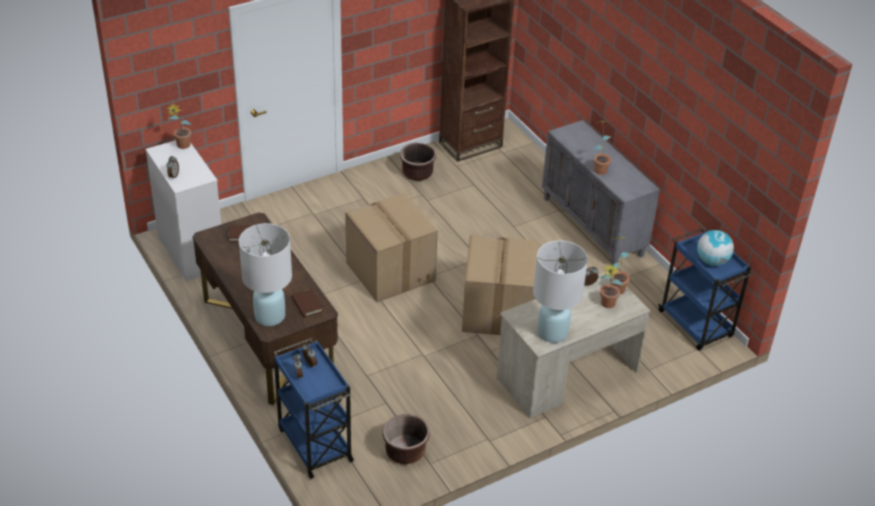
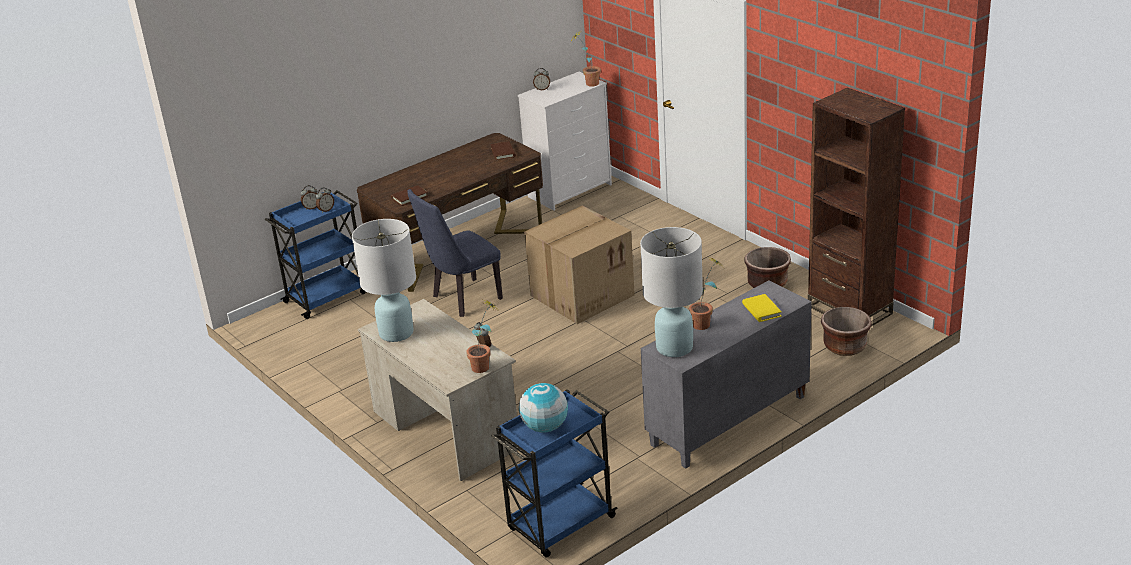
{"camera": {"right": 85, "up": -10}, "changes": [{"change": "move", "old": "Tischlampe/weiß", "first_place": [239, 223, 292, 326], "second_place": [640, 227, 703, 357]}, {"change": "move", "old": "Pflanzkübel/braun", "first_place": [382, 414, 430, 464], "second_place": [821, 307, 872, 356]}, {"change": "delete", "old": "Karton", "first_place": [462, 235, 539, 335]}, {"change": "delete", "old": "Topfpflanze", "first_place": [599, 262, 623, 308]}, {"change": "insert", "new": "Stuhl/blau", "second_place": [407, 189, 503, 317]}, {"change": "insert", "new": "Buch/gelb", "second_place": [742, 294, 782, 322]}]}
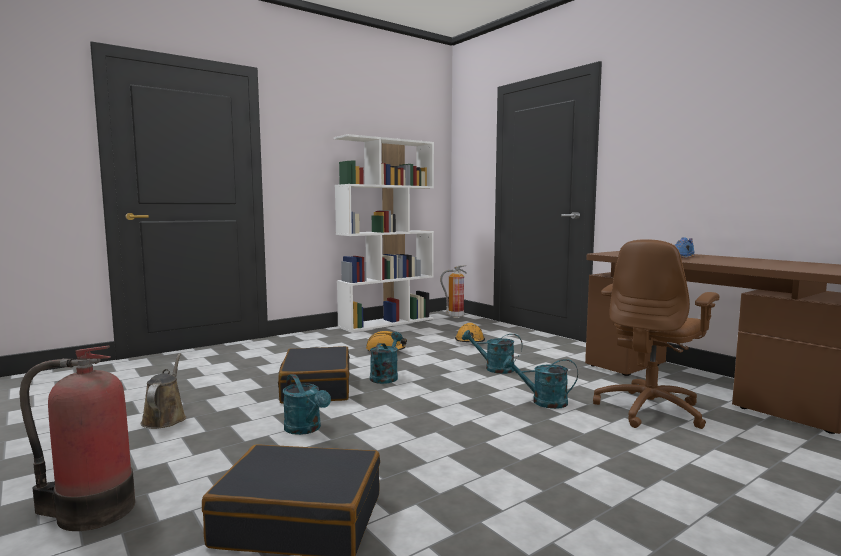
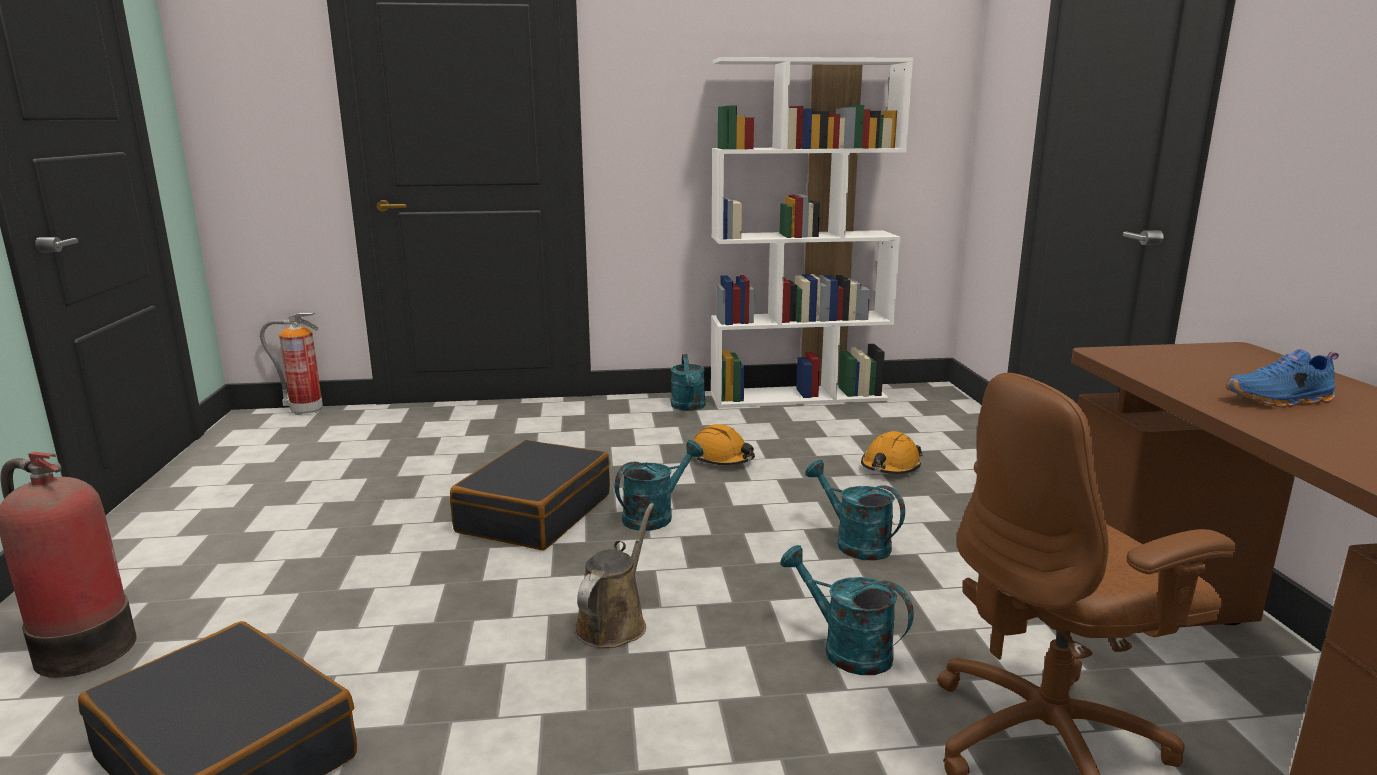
{"camera": {"right": 30, "up": 10}, "changes": [{"change": "move", "old": "Gießkanne/braun", "first_place": [141, 353, 186, 429], "second_place": [574, 503, 654, 648]}, {"change": "move", "old": "Gießkanne/türkis", "first_place": [283, 374, 331, 435], "second_place": [671, 354, 706, 411]}, {"change": "move", "old": "Feuerlöscher", "first_place": [440, 265, 467, 318], "second_place": [260, 313, 323, 415]}]}
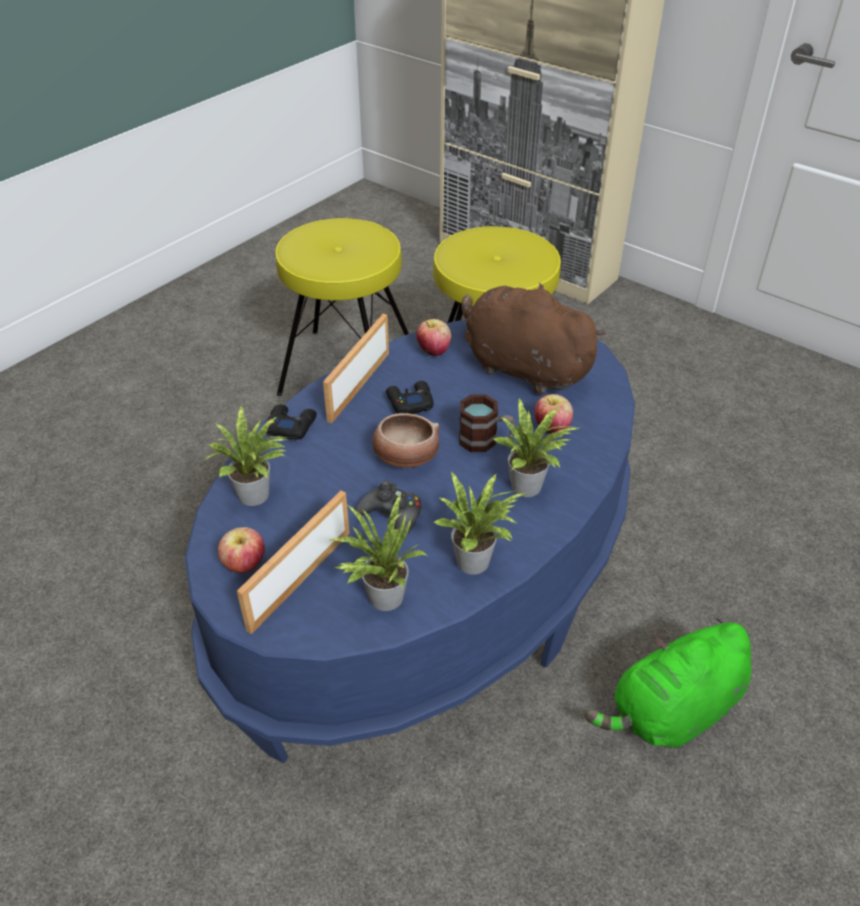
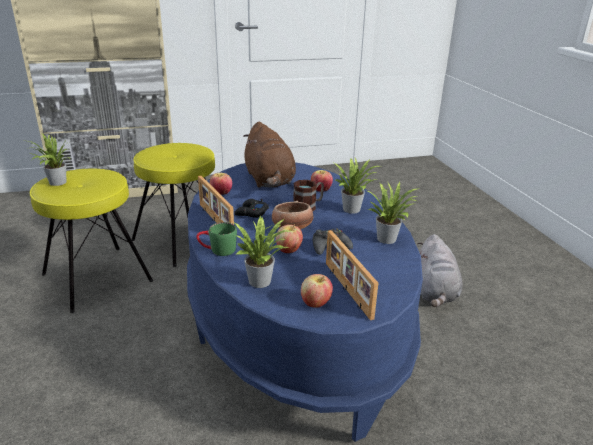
{"camera": {"right": -55, "up": -15}, "changes": [{"change": "replace", "old": "Gamepad/schwarz", "new": "Henkelbecher/grün", "first_place": [267, 404, 317, 440], "second_place": [196, 222, 237, 256]}, {"change": "move", "old": "Topfpflanze", "first_place": [330, 494, 427, 611], "second_place": [29, 134, 69, 186]}, {"change": "rotate", "old": "Plüschtier/braun", "first_place": [462, 283, 606, 395], "second_place": [243, 122, 296, 188], "degrees": -90}, {"change": "recolor", "old": "Plüschtier/grün", "new": "Plüschtier/grau", "first_place": [585, 619, 751, 748], "second_place": [417, 234, 463, 307]}, {"change": "insert", "new": "Apfel", "second_place": [276, 224, 303, 253]}]}
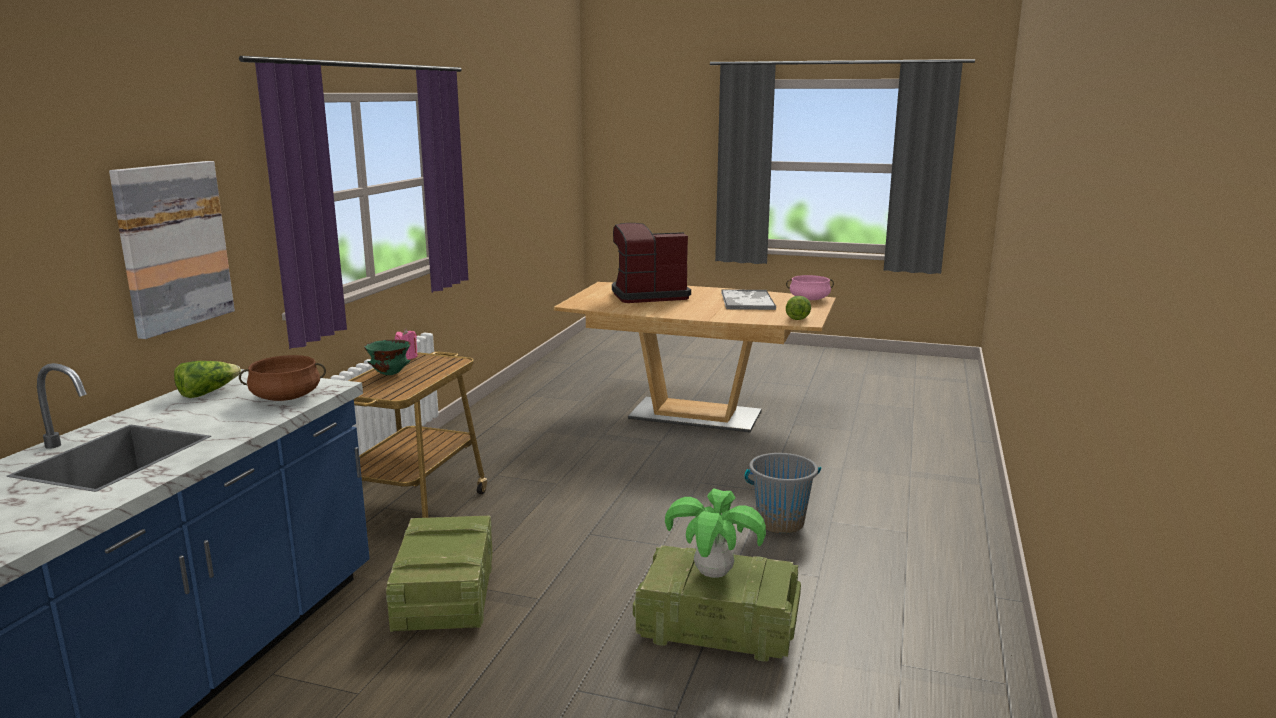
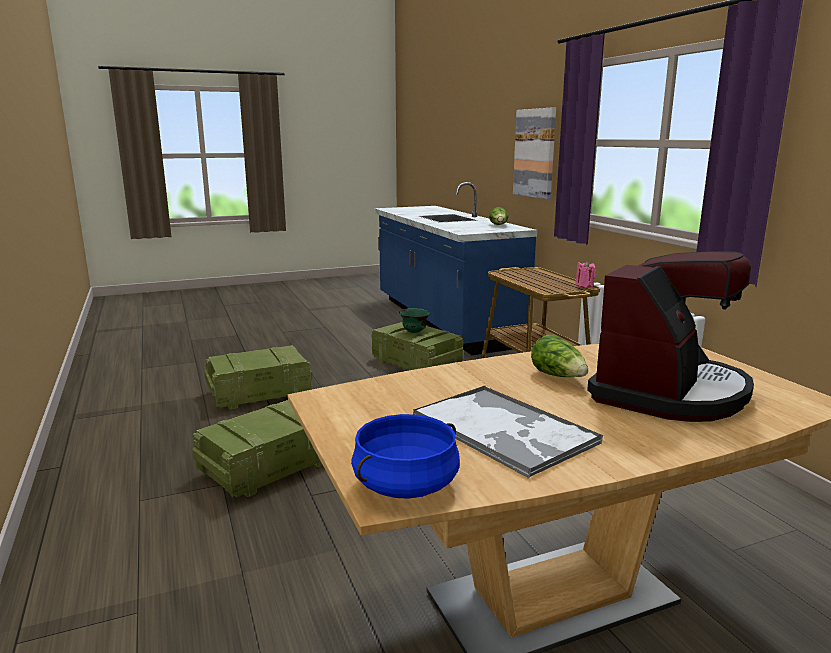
{"camera": {"right": 140, "up": 0}, "changes": [{"change": "delete", "old": "Kochtopf/braun", "first_place": [239, 355, 326, 401]}, {"change": "move", "old": "Schüssel/grün", "first_place": [364, 340, 411, 375], "second_place": [399, 308, 430, 333]}, {"change": "delete", "old": "Topfpflanze", "first_place": [665, 489, 766, 578]}, {"change": "replace", "old": "Eimer/grau", "new": "Kiste", "first_place": [745, 453, 821, 533], "second_place": [193, 400, 322, 497]}, {"change": "recolor", "old": "Kochtopf/rosa", "new": "Kochtopf/blau", "first_place": [786, 275, 834, 300], "second_place": [351, 414, 460, 499]}, {"change": "move", "old": "Salatkopf", "first_place": [786, 296, 811, 320], "second_place": [531, 334, 588, 377]}]}
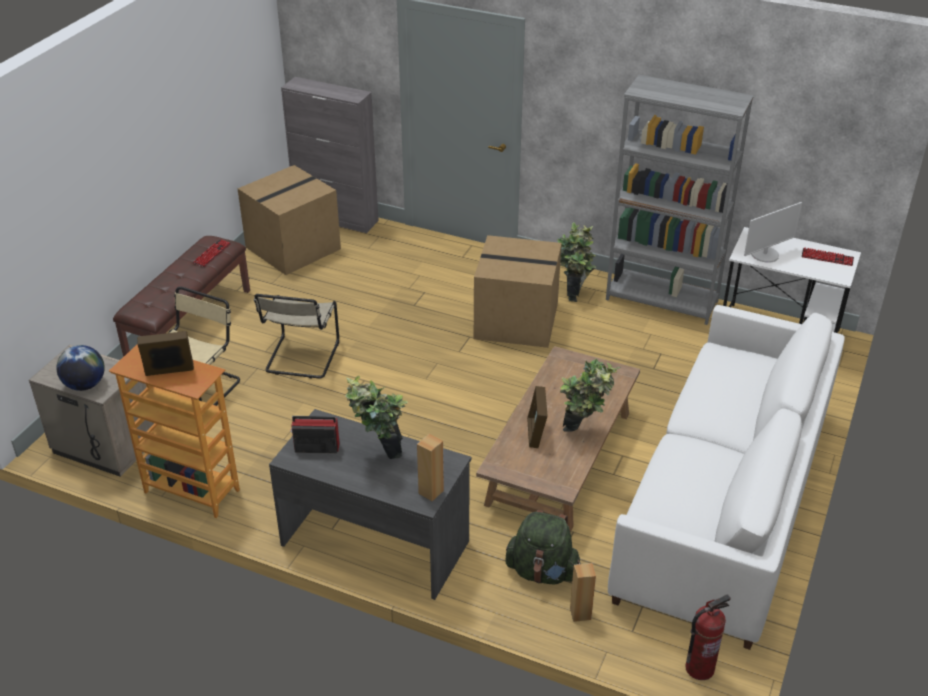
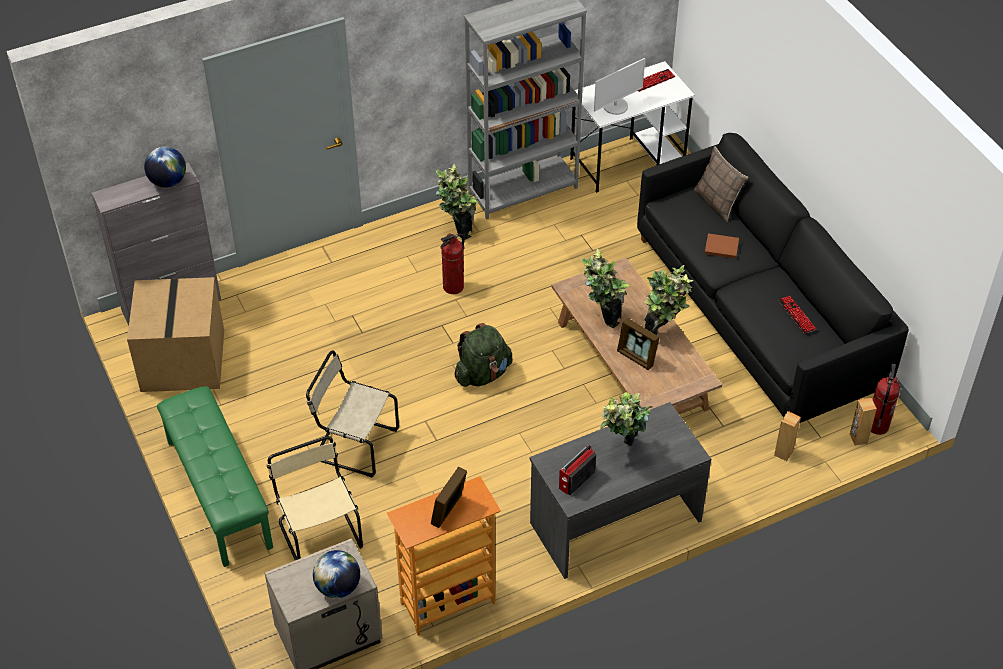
{"camera": {"right": -50, "up": 10}, "changes": [{"change": "recolor", "old": "Bank/braun", "new": "Bank/grün", "first_place": [113, 236, 250, 357], "second_place": [157, 386, 273, 567]}, {"change": "move", "old": "Tastatur", "first_place": [193, 239, 231, 267], "second_place": [778, 296, 817, 333]}, {"change": "rotate", "old": "Stuhl/beige", "first_place": [254, 294, 339, 379], "second_place": [306, 350, 399, 477], "degrees": 150}, {"change": "move", "old": "Lautsprecher/braun", "first_place": [417, 434, 444, 501], "second_place": [850, 398, 877, 446]}, {"change": "replace", "old": "Karton", "new": "Feuerlöscher", "first_place": [474, 235, 562, 348], "second_place": [440, 233, 465, 294]}, {"change": "move", "old": "Rucksack/grün", "first_place": [505, 510, 580, 585], "second_place": [454, 323, 513, 387]}, {"change": "recolor", "old": "Sofa/weiß", "new": "Sofa/schwarz", "first_place": [608, 305, 845, 650], "second_place": [637, 133, 909, 423]}, {"change": "rotate", "old": "Monitor", "first_place": [744, 202, 802, 263], "second_place": [594, 58, 645, 115], "degrees": 45}, {"change": "insert", "new": "Globus", "second_place": [144, 146, 186, 188]}, {"change": "insert", "new": "Topfpflanze", "second_place": [581, 248, 629, 328]}, {"change": "insert", "new": "Kissen", "second_place": [694, 146, 748, 222]}, {"change": "insert", "new": "Buch/braun", "second_place": [705, 233, 739, 259]}]}
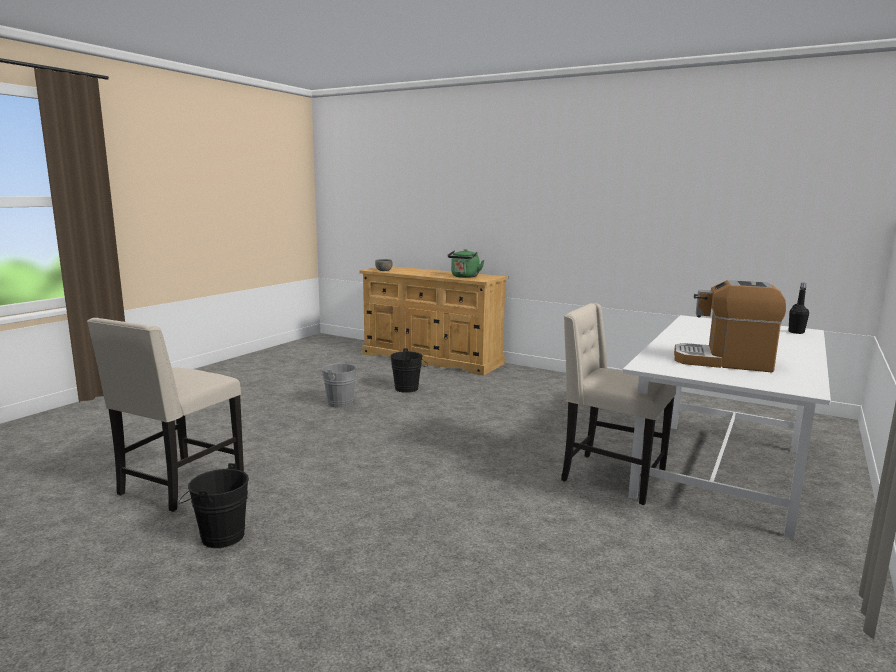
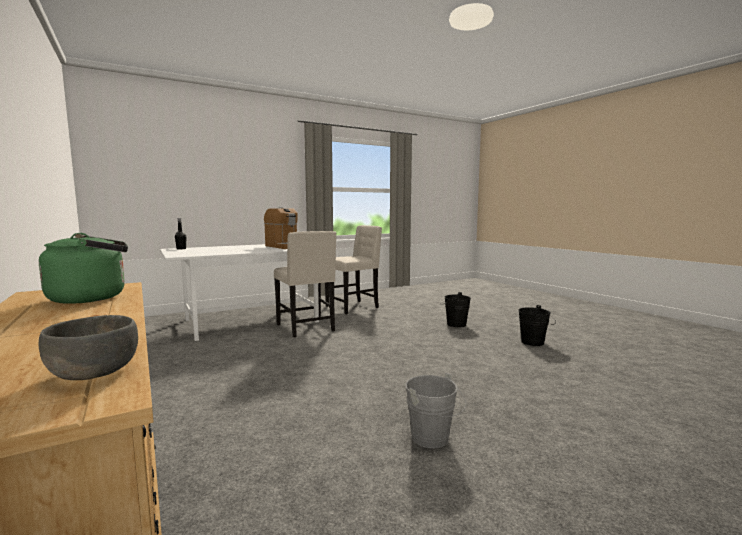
{"camera": {"right": -150, "up": -5}, "changes": [{"change": "move", "old": "Stuhl/beige", "first_place": [87, 318, 244, 512], "second_place": [325, 225, 382, 315]}, {"change": "move", "old": "Eimer/schwarz", "first_place": [390, 348, 428, 393], "second_place": [440, 292, 471, 327]}]}
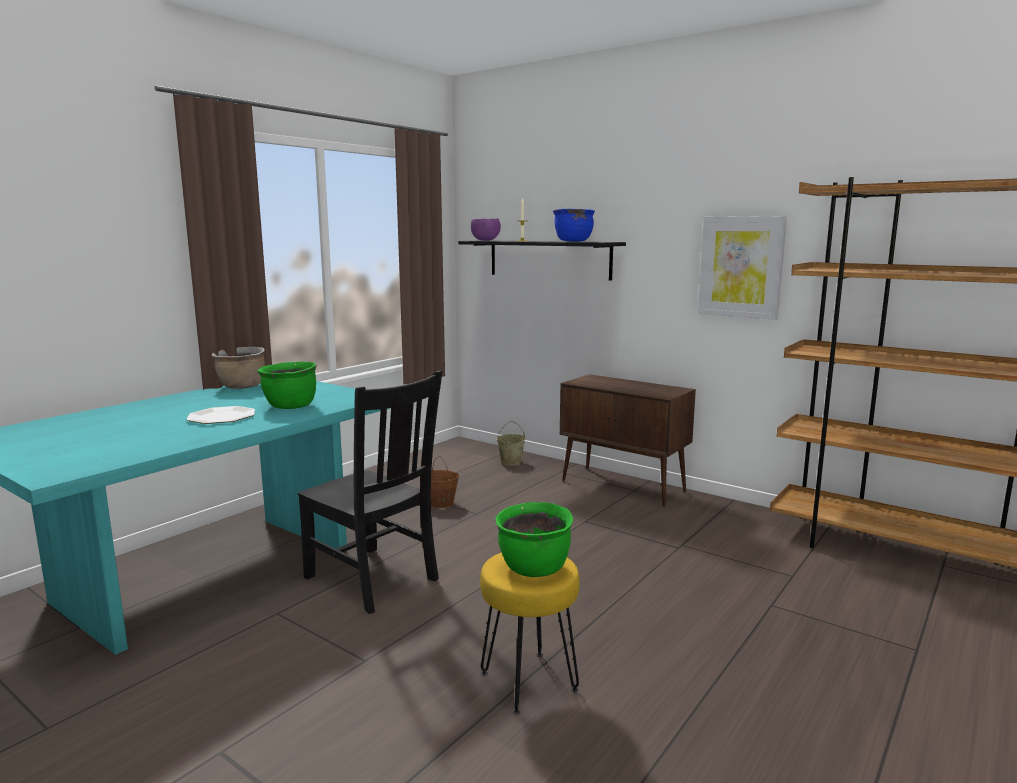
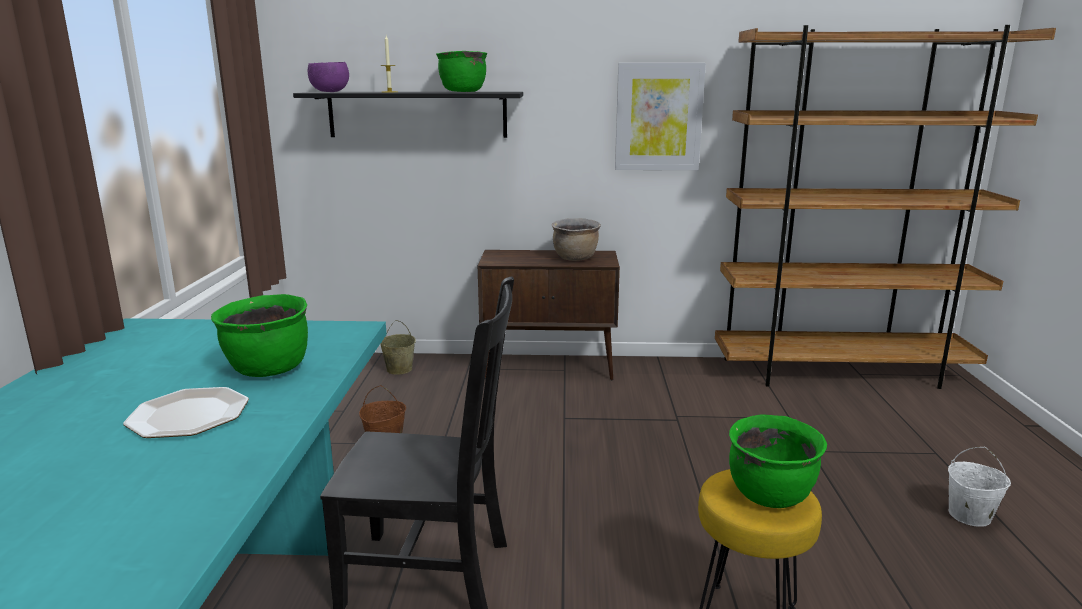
{"camera": {"right": -35, "up": 5}, "changes": [{"change": "move", "old": "Kochtopf/braun", "first_place": [212, 347, 265, 389], "second_place": [552, 218, 601, 261]}, {"change": "recolor", "old": "Kochtopf/blau", "new": "Kochtopf/grün", "first_place": [553, 208, 595, 242], "second_place": [436, 51, 487, 92]}, {"change": "insert", "new": "Eimer/weiß", "second_place": [948, 447, 1011, 527]}]}
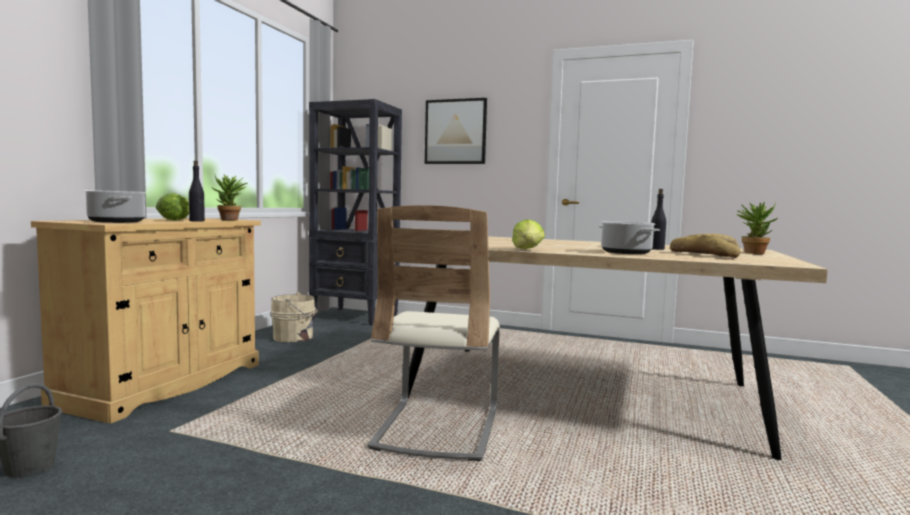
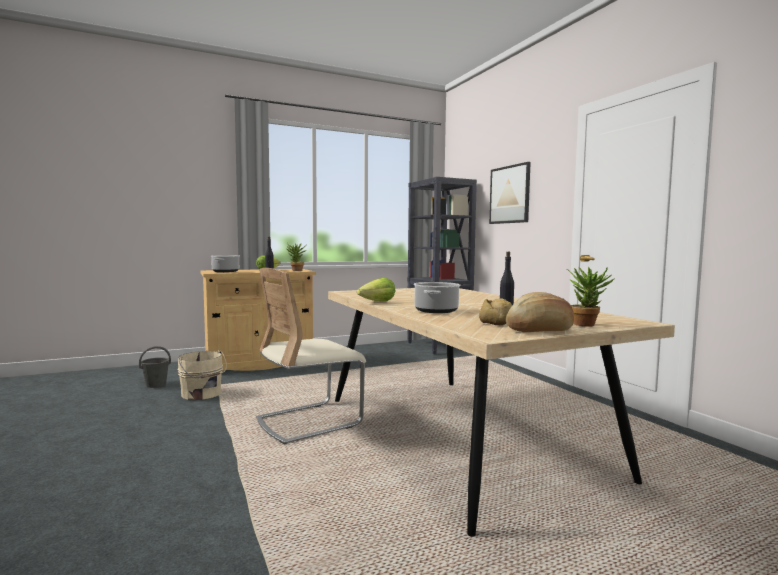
{"camera": {"right": 45, "up": 0}, "changes": [{"change": "move", "old": "Eimer/beige", "first_place": [270, 292, 317, 342], "second_place": [178, 350, 227, 400]}, {"change": "insert", "new": "Brot", "second_place": [506, 292, 574, 332]}]}
